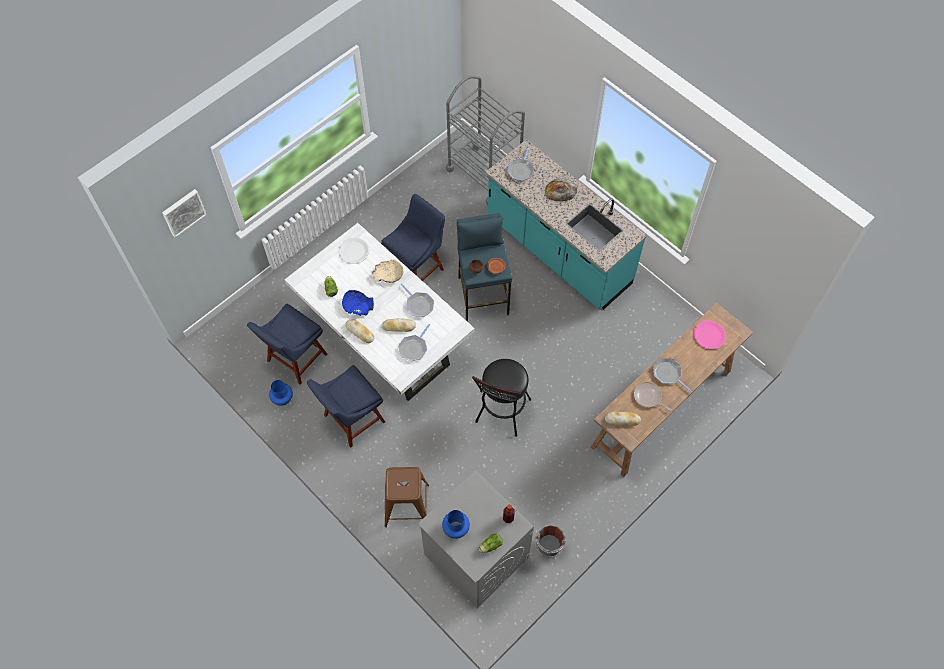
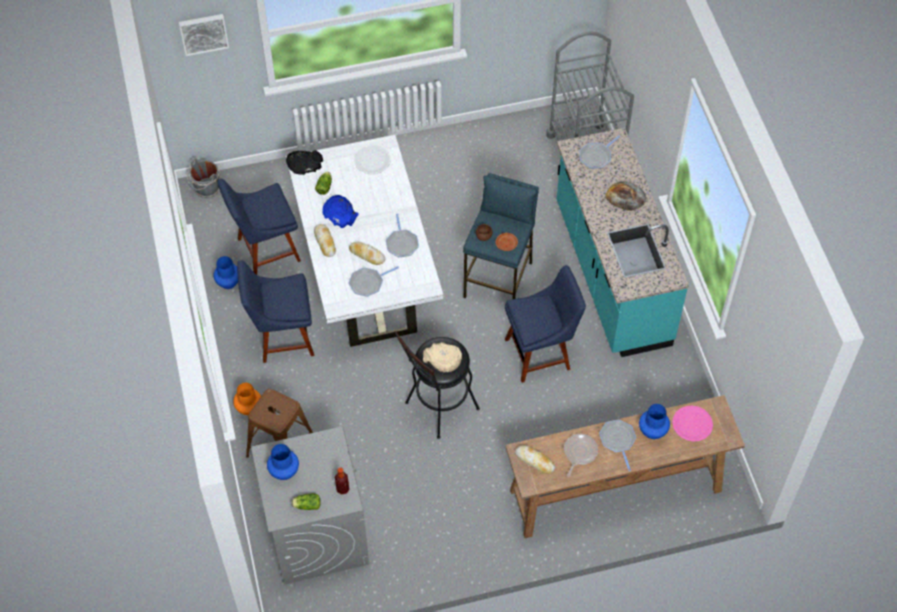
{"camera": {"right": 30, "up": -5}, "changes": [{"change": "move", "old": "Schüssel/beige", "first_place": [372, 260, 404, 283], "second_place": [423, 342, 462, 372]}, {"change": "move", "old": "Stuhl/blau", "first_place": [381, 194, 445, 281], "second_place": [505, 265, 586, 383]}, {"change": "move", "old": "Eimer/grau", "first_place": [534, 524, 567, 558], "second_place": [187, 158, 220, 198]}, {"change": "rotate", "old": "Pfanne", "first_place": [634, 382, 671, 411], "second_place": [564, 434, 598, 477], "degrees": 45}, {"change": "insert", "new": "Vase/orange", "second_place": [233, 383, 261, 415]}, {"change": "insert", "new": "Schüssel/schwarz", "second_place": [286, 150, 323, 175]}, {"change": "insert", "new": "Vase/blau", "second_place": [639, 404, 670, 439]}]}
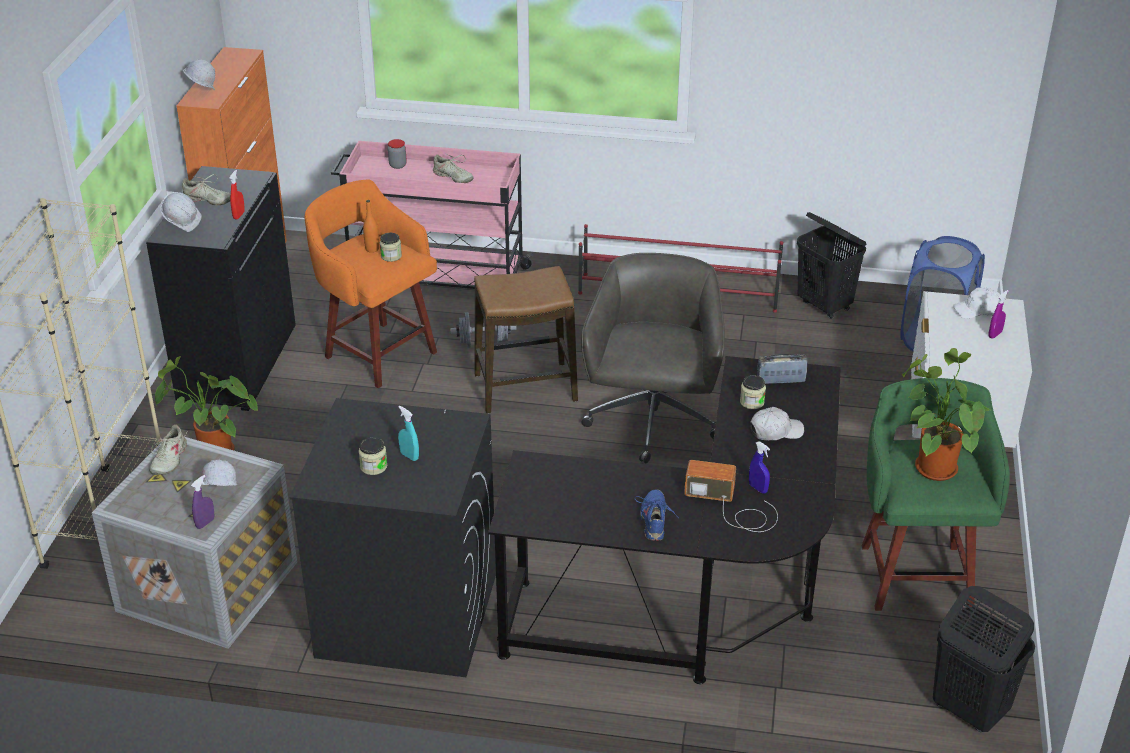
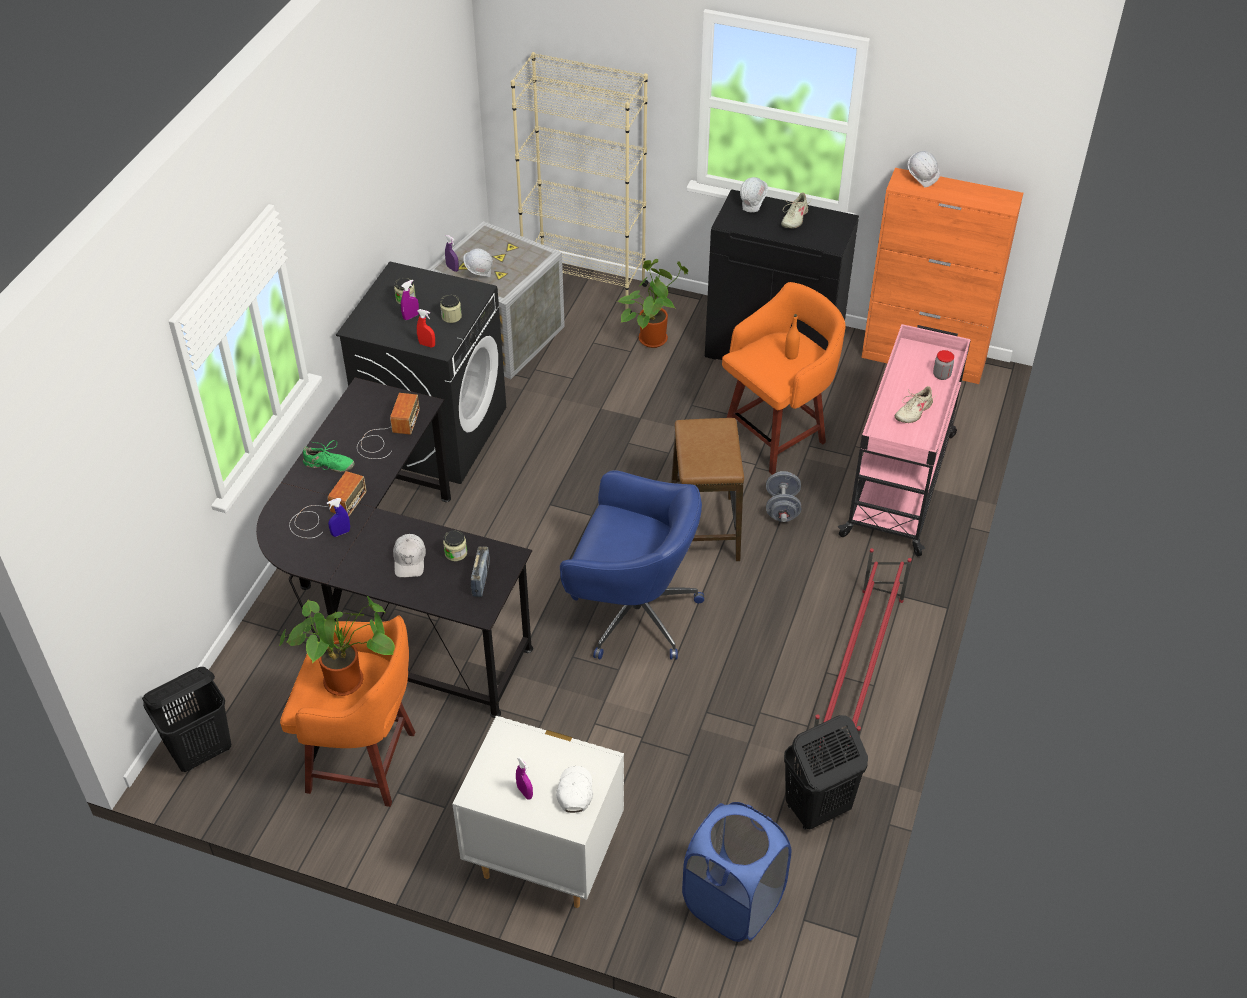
{"camera": {"right": 100, "up": 10}, "changes": [{"change": "delete", "old": "Schuh/beige", "first_place": [149, 425, 187, 475]}, {"change": "move", "old": "Sprühflasche/rot", "first_place": [229, 170, 245, 219], "second_place": [417, 309, 435, 347]}, {"change": "move", "old": "Vorratsglas", "first_place": [380, 233, 402, 262], "second_place": [440, 295, 462, 323]}, {"change": "recolor", "old": "Sprühflasche/türkis", "new": "Sprühflasche/lila", "first_place": [398, 406, 419, 461], "second_place": [401, 280, 419, 320]}, {"change": "recolor", "old": "Bürostuhl/grau", "new": "Bürostuhl/blau", "first_place": [581, 253, 725, 463], "second_place": [560, 470, 704, 660]}, {"change": "recolor", "old": "Schuh/blau", "new": "Schuh/grün", "first_place": [635, 489, 678, 541], "second_place": [303, 440, 354, 472]}, {"change": "recolor", "old": "Hocker/grün", "new": "Hocker/orange", "first_place": [862, 378, 1010, 611], "second_place": [280, 615, 415, 807]}, {"change": "insert", "new": "Radio", "second_place": [357, 393, 420, 459]}]}
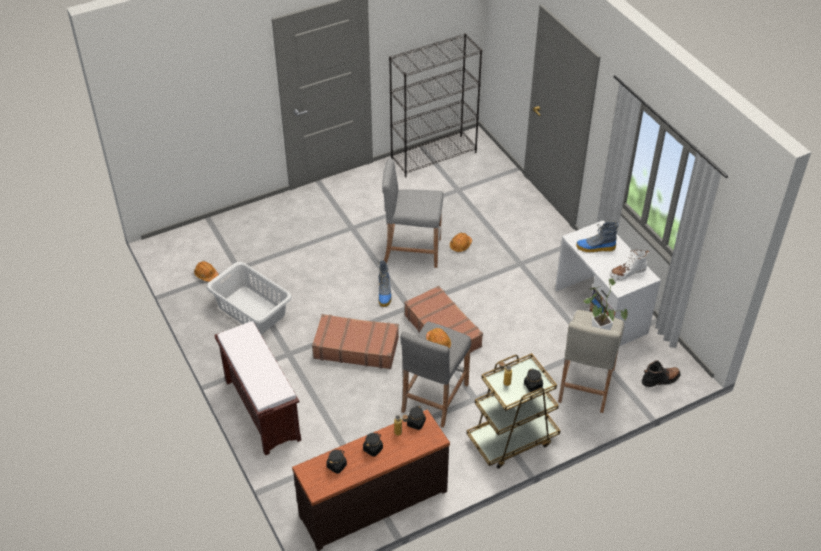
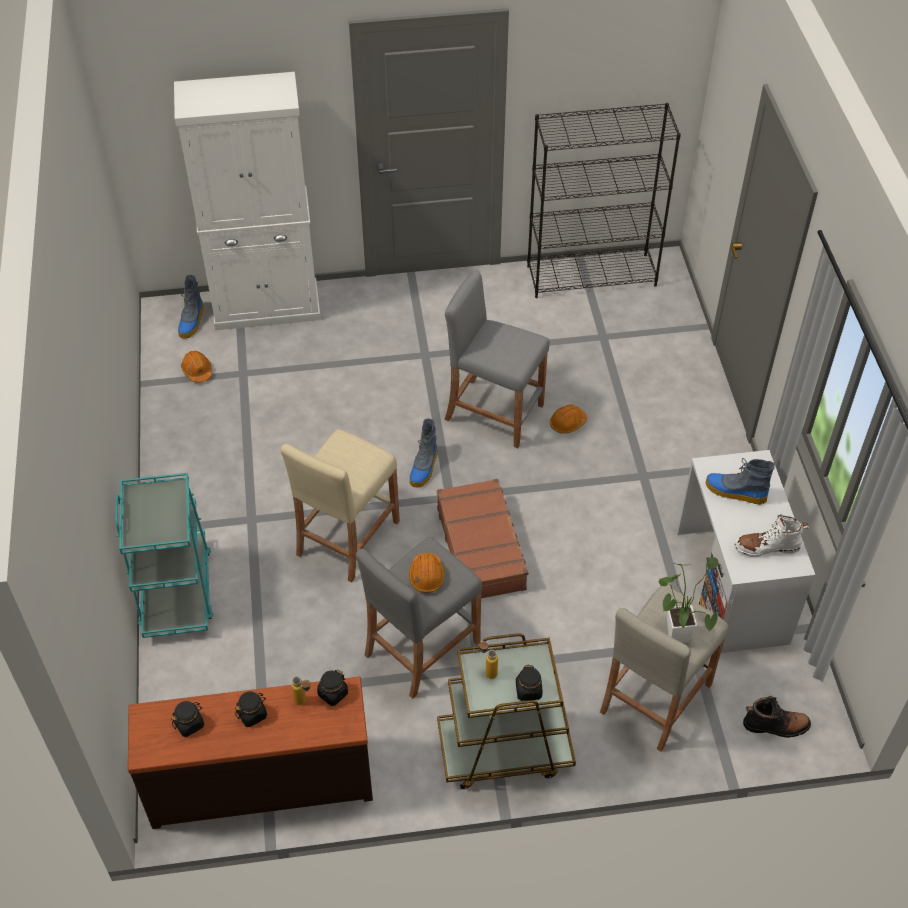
{"camera": {"right": 20, "up": 5}, "changes": [{"change": "delete", "old": "Wäschekorb/grau", "first_place": [207, 262, 292, 334]}, {"change": "replace", "old": "Bank/braun", "new": "Rollwagen/türkis", "first_place": [215, 321, 301, 455], "second_place": [115, 473, 213, 638]}, {"change": "replace", "old": "Koffer/braun", "new": "Hocker/beige", "first_place": [312, 314, 399, 369], "second_place": [281, 429, 400, 583]}, {"change": "insert", "new": "Schrank/weiß", "second_place": [174, 72, 321, 330]}, {"change": "insert", "new": "Stiefel", "second_place": [178, 275, 204, 338]}]}
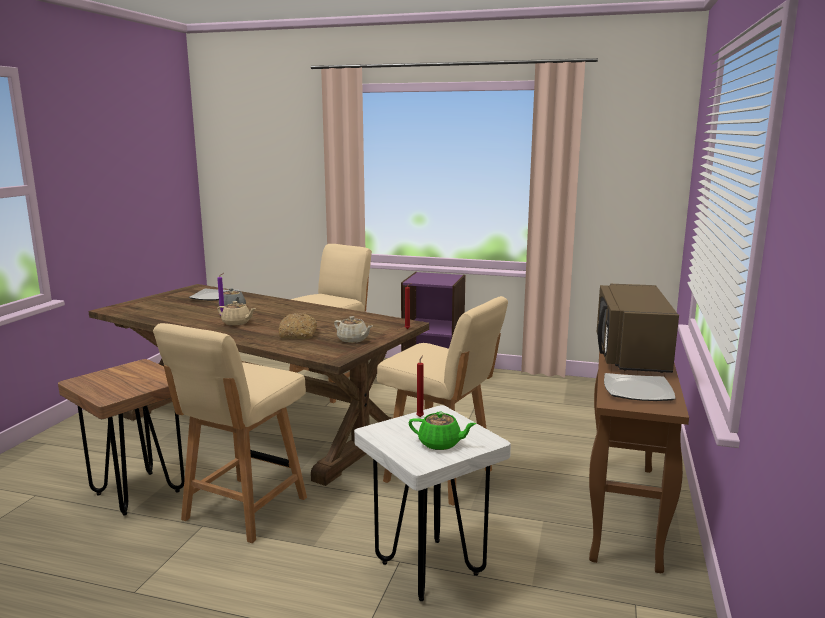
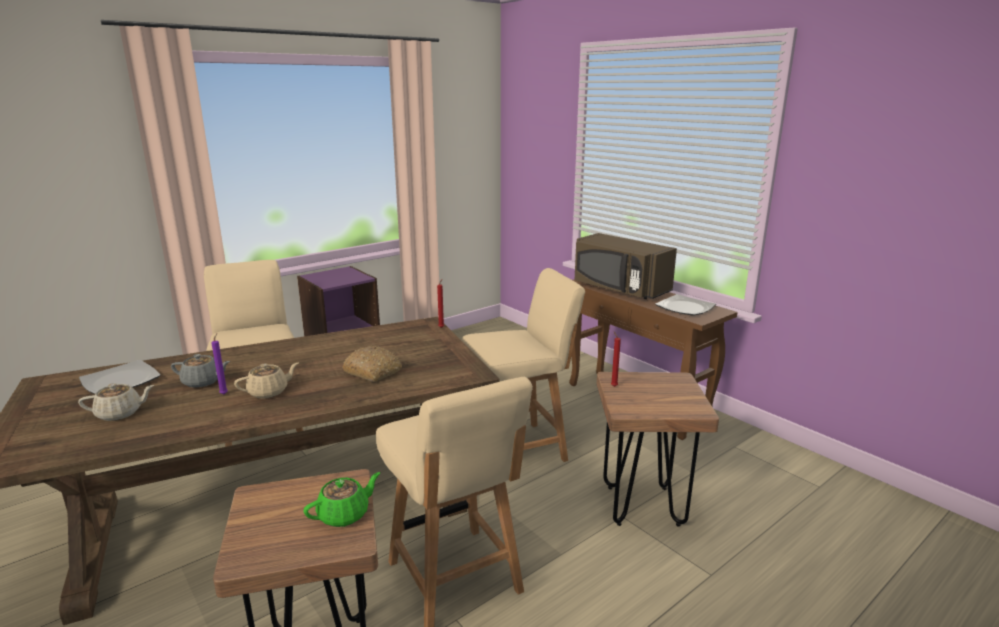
{"camera": {"right": -55, "up": 5}, "changes": [{"change": "move", "old": "Teekanne/beige", "first_place": [334, 316, 372, 343], "second_place": [78, 383, 154, 421]}, {"change": "recolor", "old": "Hocker/weiß", "new": "Hocker/braun", "first_place": [354, 405, 511, 601], "second_place": [597, 372, 719, 527]}, {"change": "move", "old": "Teekanne/grün", "first_place": [409, 411, 476, 450], "second_place": [303, 472, 380, 527]}]}
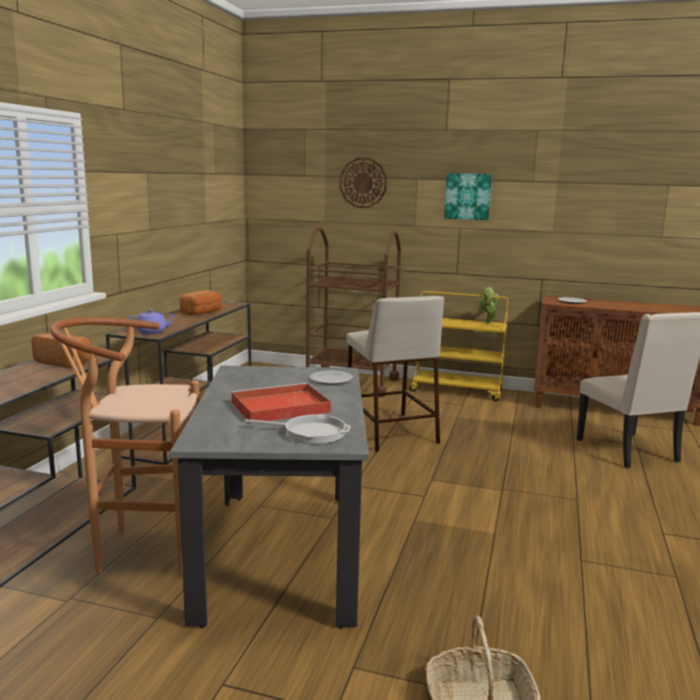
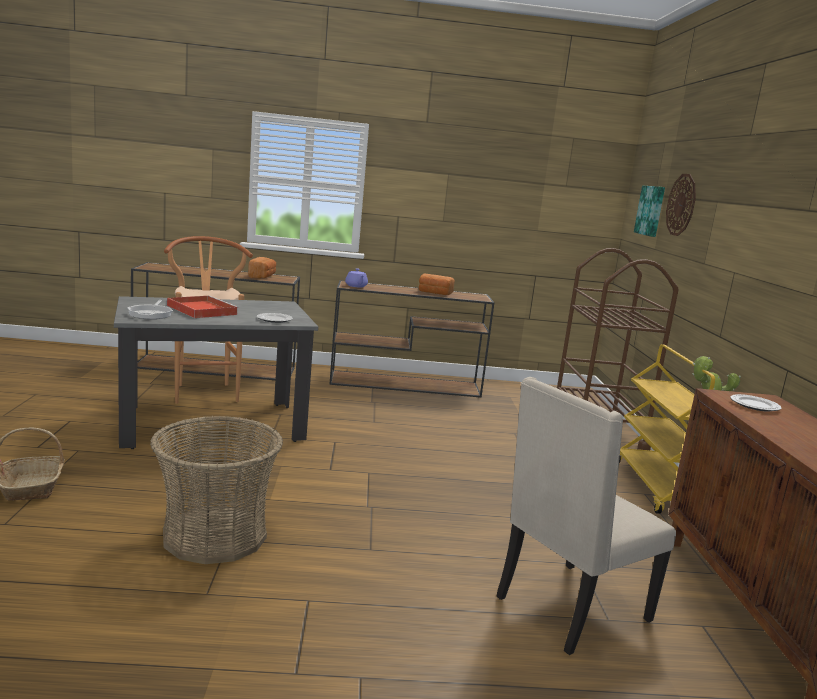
{"camera": {"right": 70, "up": 0}, "changes": [{"change": "delete", "old": "Hocker/beige", "first_place": [346, 296, 444, 452]}, {"change": "move", "old": "Bild", "first_place": [444, 173, 492, 220], "second_place": [634, 186, 665, 237]}, {"change": "insert", "new": "Korb", "second_place": [150, 416, 283, 564]}]}
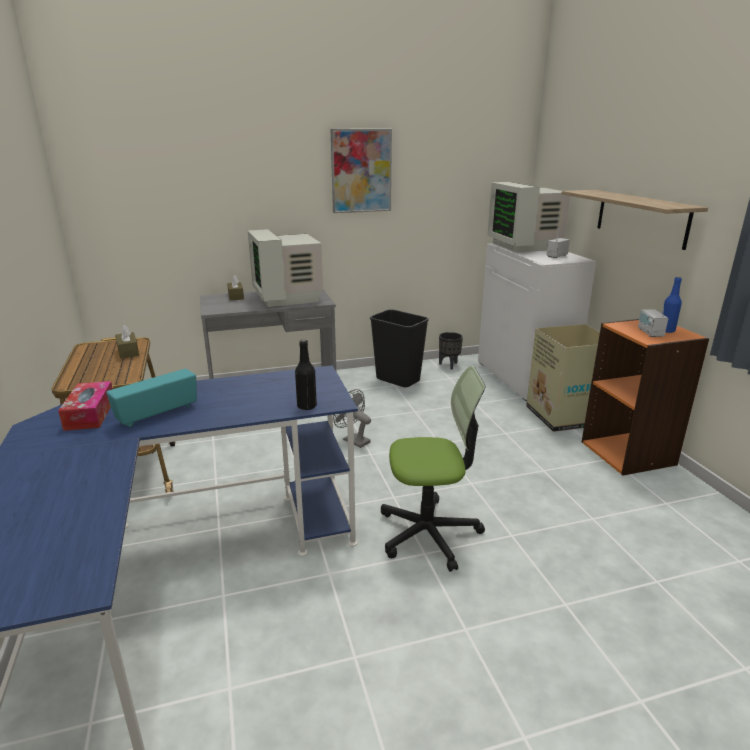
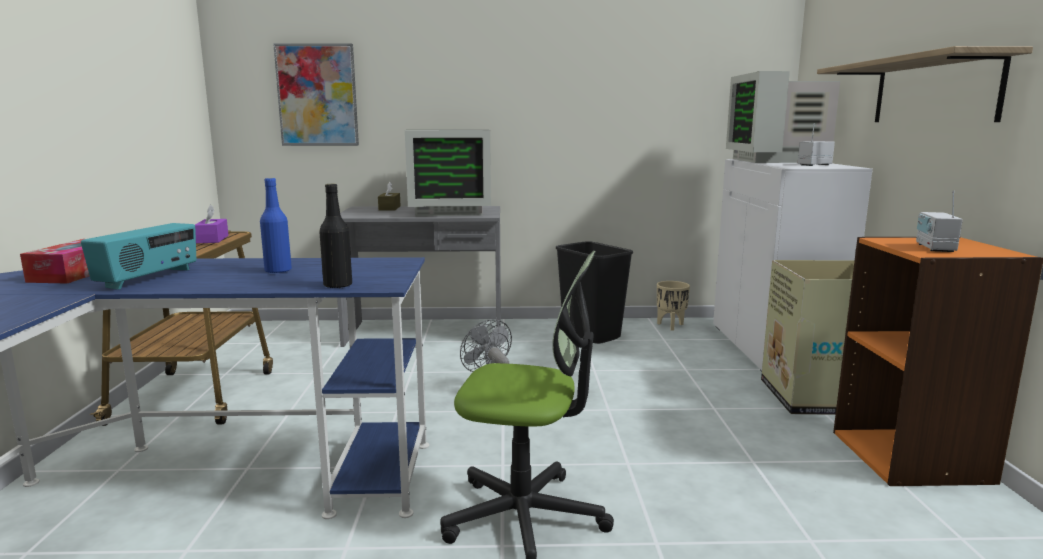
{"camera": {"right": 15, "up": -10}, "changes": [{"change": "rotate", "old": "Radio", "first_place": [106, 369, 197, 427], "second_place": [81, 223, 196, 290], "degrees": 135}, {"change": "recolor", "old": "Taschentuchbox/braun", "new": "Taschentuchbox/lila", "first_place": [115, 325, 139, 359], "second_place": [195, 205, 229, 244]}, {"change": "rotate", "old": "Monitor", "first_place": [248, 229, 323, 307], "second_place": [405, 130, 491, 216], "degrees": -90}, {"change": "move", "old": "Bild", "first_place": [331, 129, 392, 213], "second_place": [273, 43, 359, 146]}, {"change": "recolor", "old": "Pflanzkübel/schwarz", "new": "Pflanzkübel/beige", "first_place": [439, 332, 463, 369], "second_place": [657, 281, 690, 331]}, {"change": "move", "old": "Flasche/blau", "first_place": [662, 277, 682, 333], "second_place": [260, 178, 292, 273]}]}
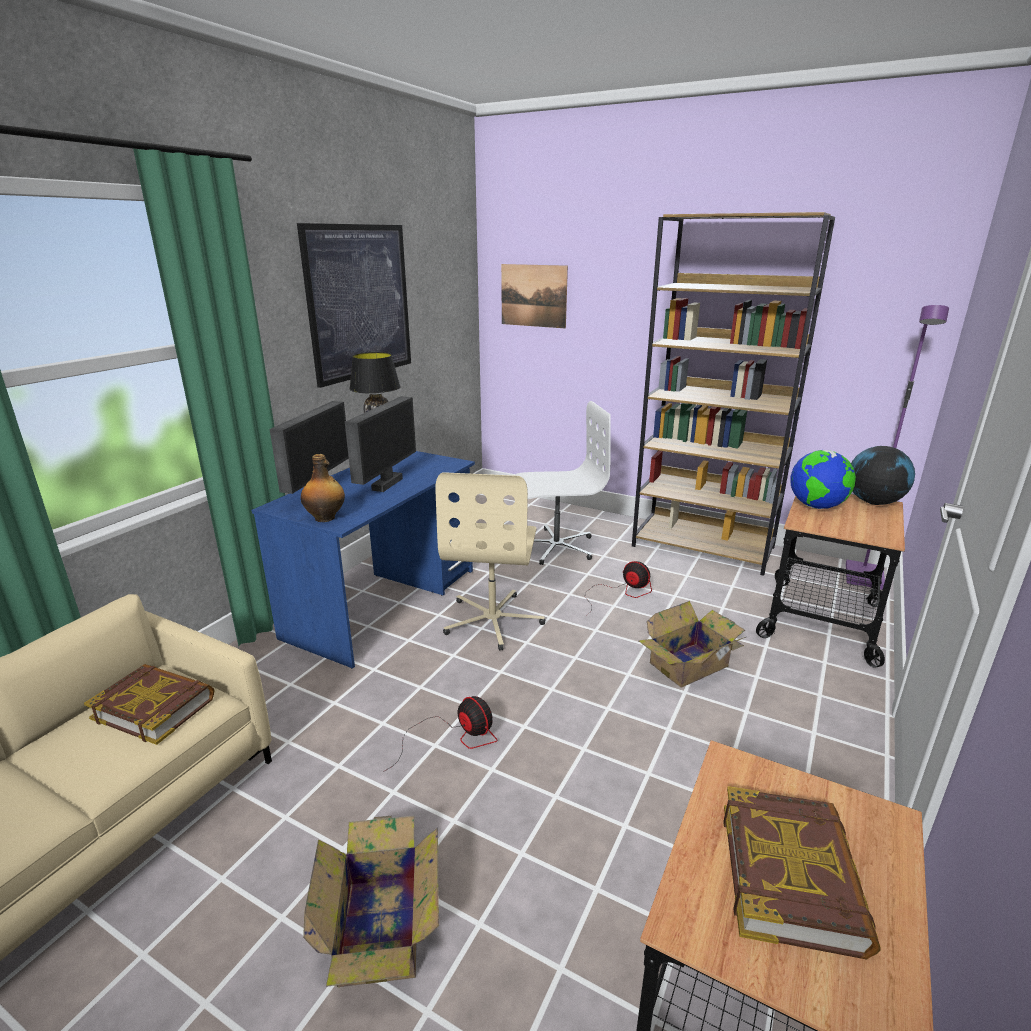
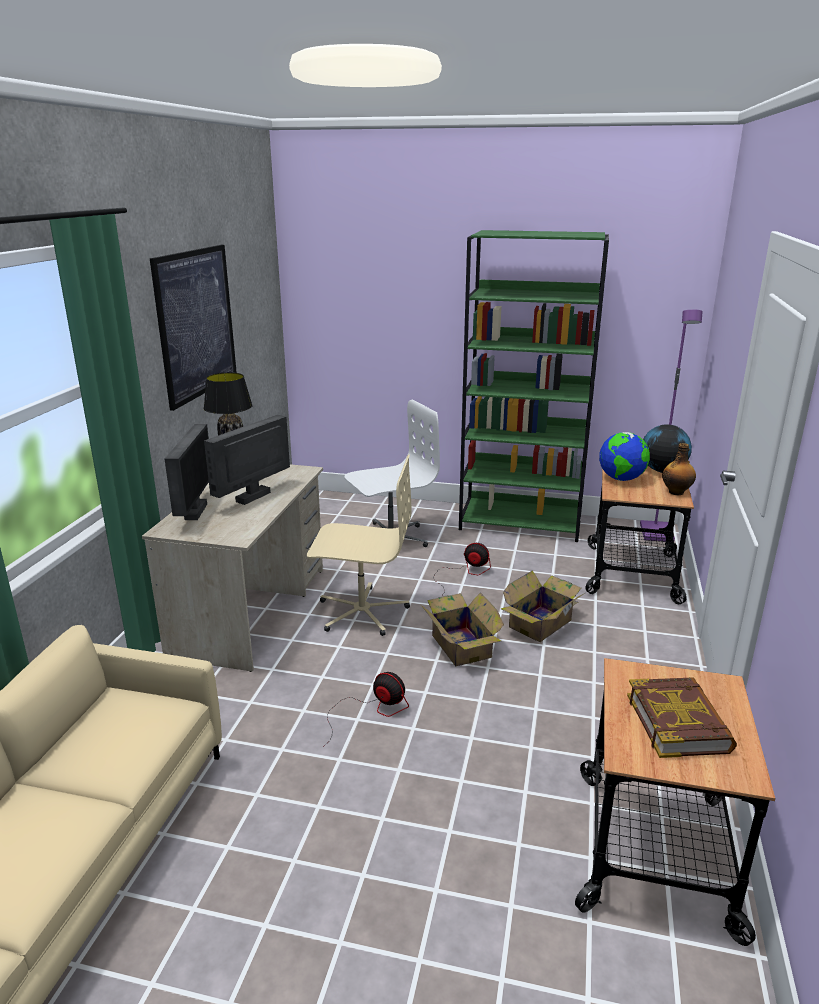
{"camera": {"right": -15, "up": 0}, "changes": [{"change": "delete", "old": "Buch", "first_place": [84, 664, 214, 745]}, {"change": "recolor", "old": "Schreibtisch/blau", "new": "Schreibtisch/beige", "first_place": [251, 451, 475, 668], "second_place": [142, 464, 323, 672]}, {"change": "move", "old": "Flasche", "first_place": [301, 454, 345, 522], "second_place": [662, 443, 696, 495]}, {"change": "move", "old": "Karton", "first_place": [303, 816, 439, 987], "second_place": [421, 592, 504, 666]}, {"change": "rotate", "old": "Monitor", "first_place": [345, 396, 416, 492], "second_place": [204, 415, 290, 505], "degrees": -150}, {"change": "rotate", "old": "Bürostuhl/beige", "first_place": [435, 472, 545, 651], "second_place": [307, 455, 412, 636], "degrees": -75}, {"change": "delete", "old": "Bild", "first_place": [501, 264, 568, 328]}, {"change": "recolor", "old": "Bücherregal/braun", "new": "Bücherregal/grün", "first_place": [632, 212, 835, 576], "second_place": [459, 230, 609, 542]}]}
